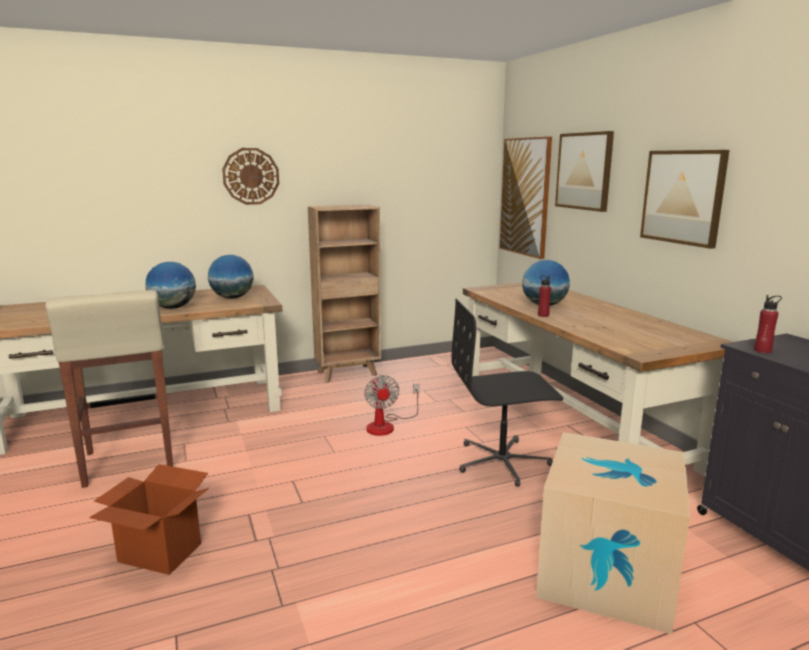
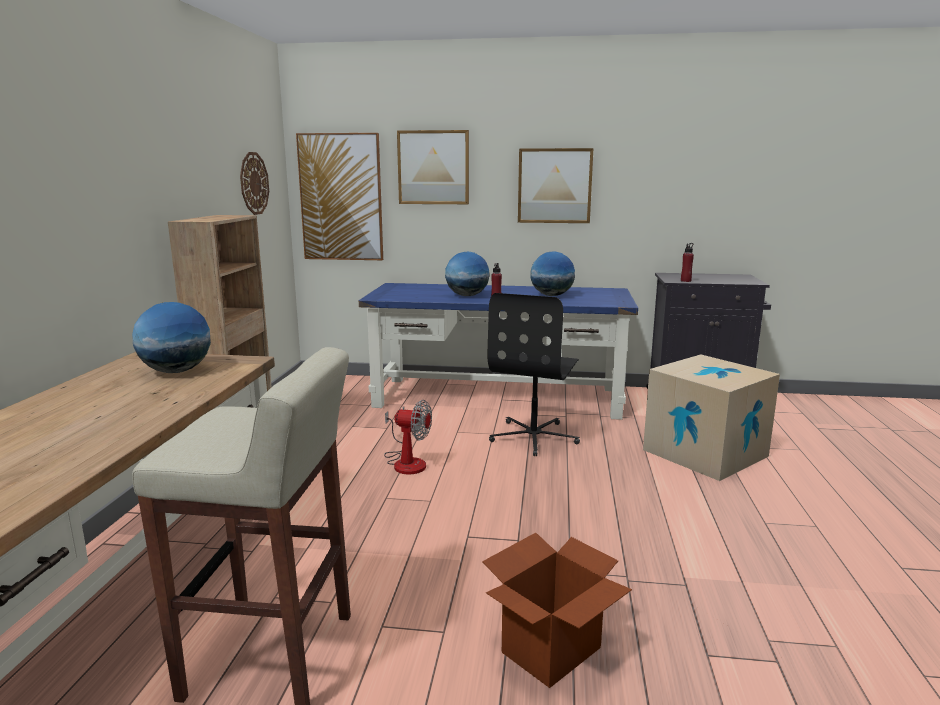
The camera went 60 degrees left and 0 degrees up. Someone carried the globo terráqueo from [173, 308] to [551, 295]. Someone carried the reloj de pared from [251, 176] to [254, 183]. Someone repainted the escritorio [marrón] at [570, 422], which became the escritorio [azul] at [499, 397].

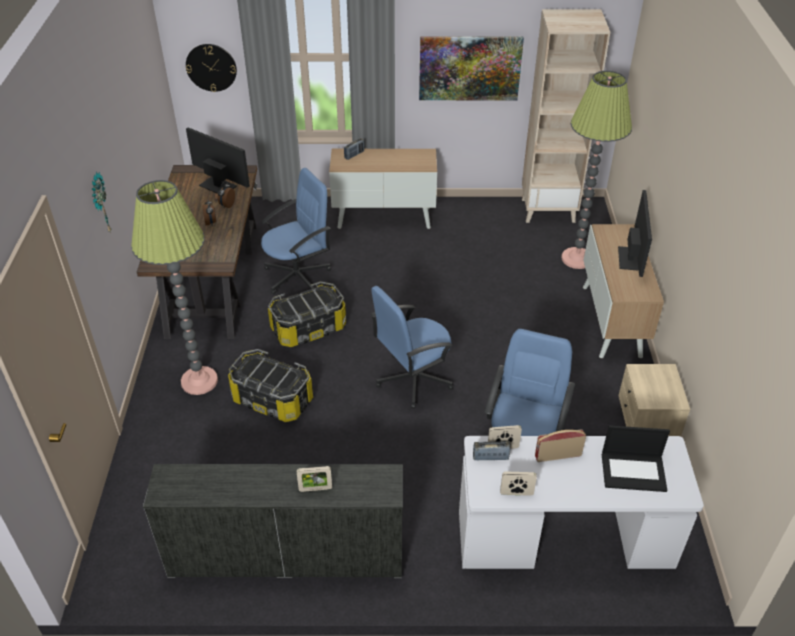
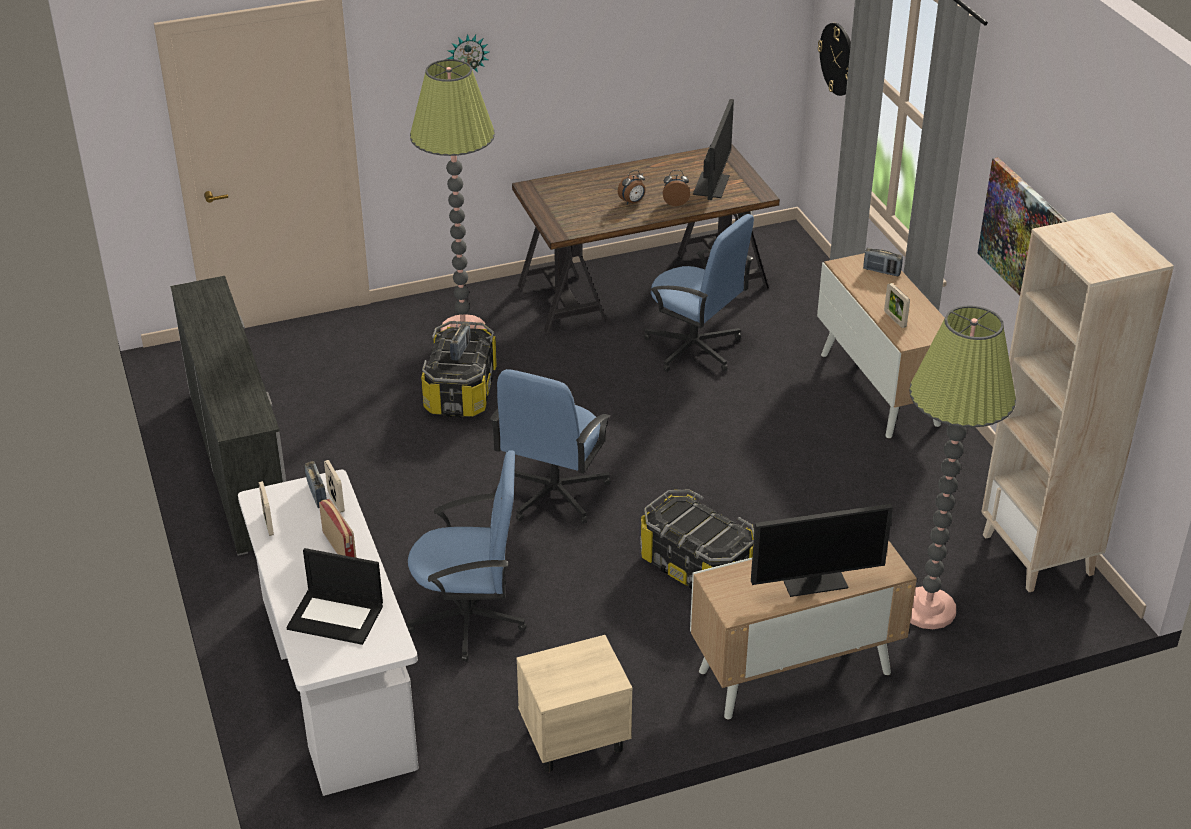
The camera went 70 degrees right and 5 degrees down. Someone put down the radio at [460, 350]. Someone carried the caja de almacenaje from [308, 328] to [698, 566]. Someone carried the portarretratos from [315, 489] to [895, 319]. Someone rotated the silla de oficina [azul] at [412, 379] by 105 degrees counterclockwise. Someone rotated the portátil at [634, 471] by 60 degrees counterclockwise.

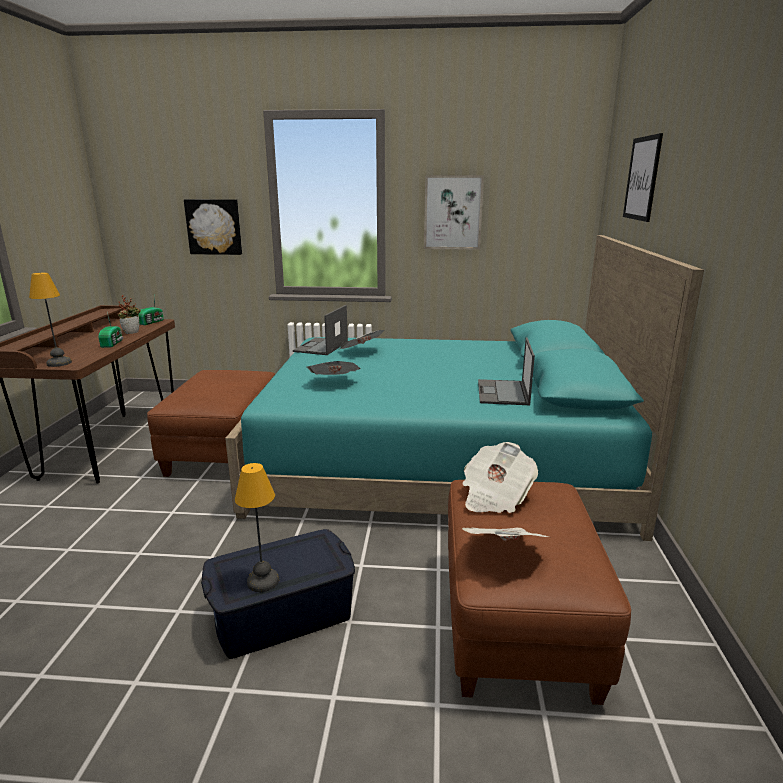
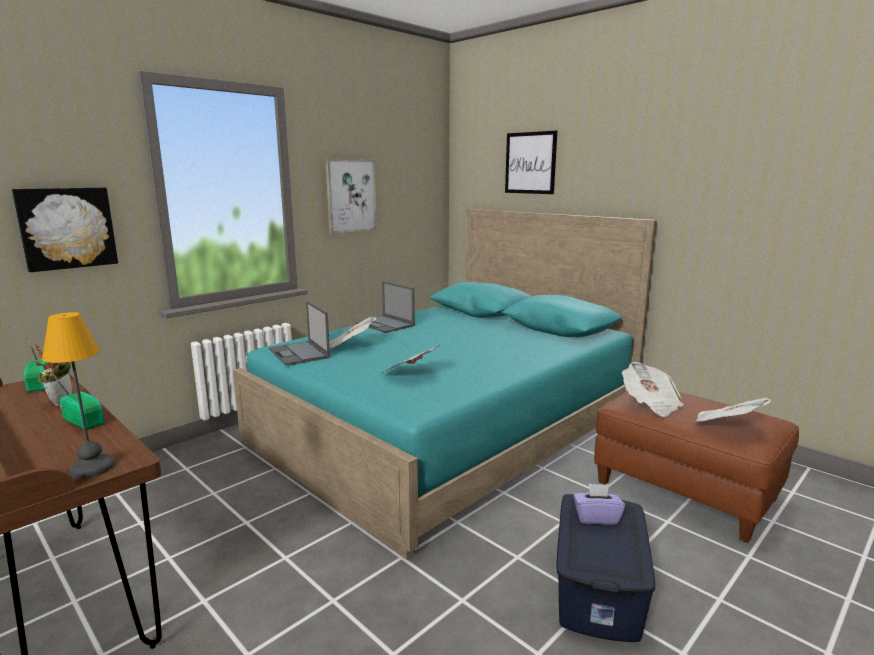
The camera went 50 degrees left and 5 degrees down. Someone took away the puf [marrón] at [224, 452]. Someone took away the lámpara de mesa at [262, 581]. Someone put down the caja de pañuelos [morado] at [596, 517]. Someone carried the portátil from [503, 393] to [385, 324].

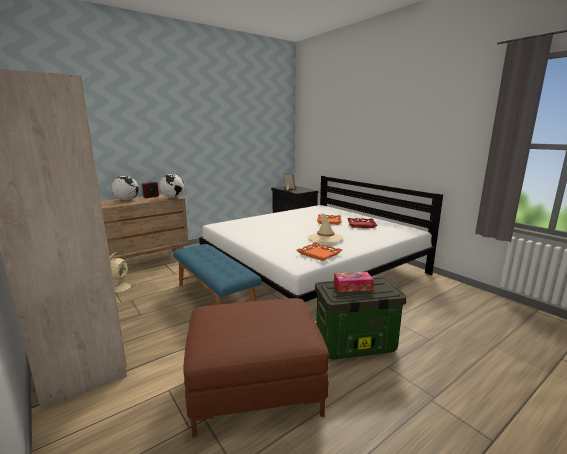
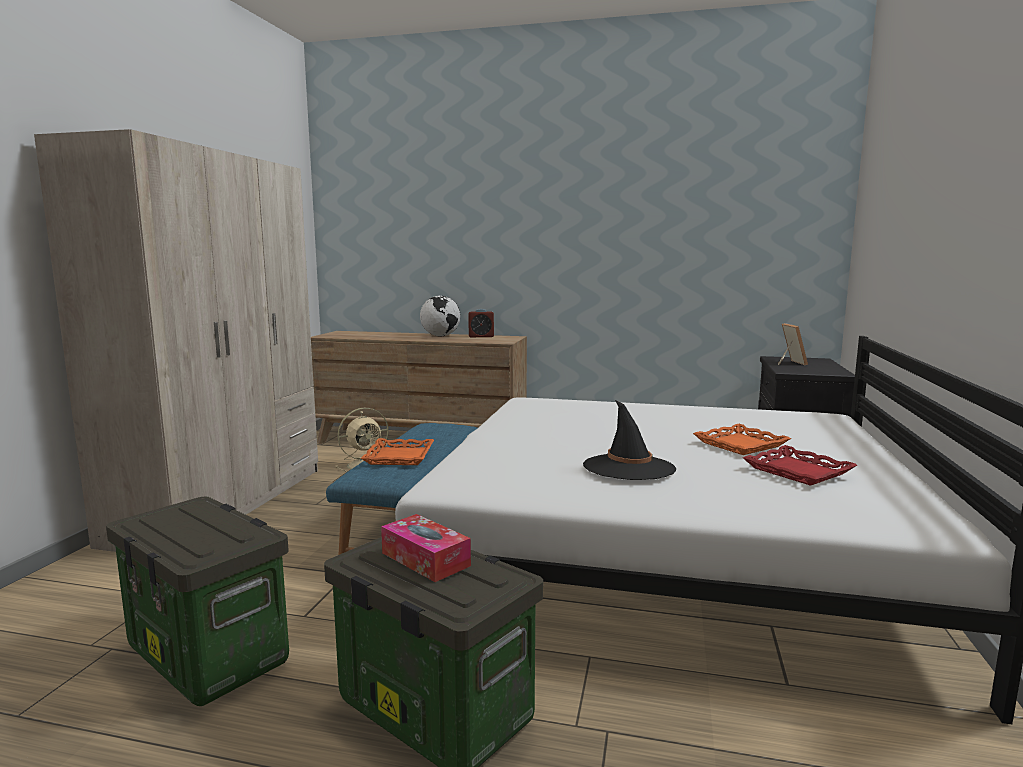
The camera went 50 degrees right and 5 degrees down. Someone took away the globo terráqueo at [173, 197]. Someone carried the bandeja [naranja] from [319, 254] to [400, 457]. Someone swapped the puf [marrón] at [255, 386] for the caja de almacenaje at [210, 656]. Someone repainted the sombrero [beis] at [325, 238], which became the sombrero [negro] at [628, 468].

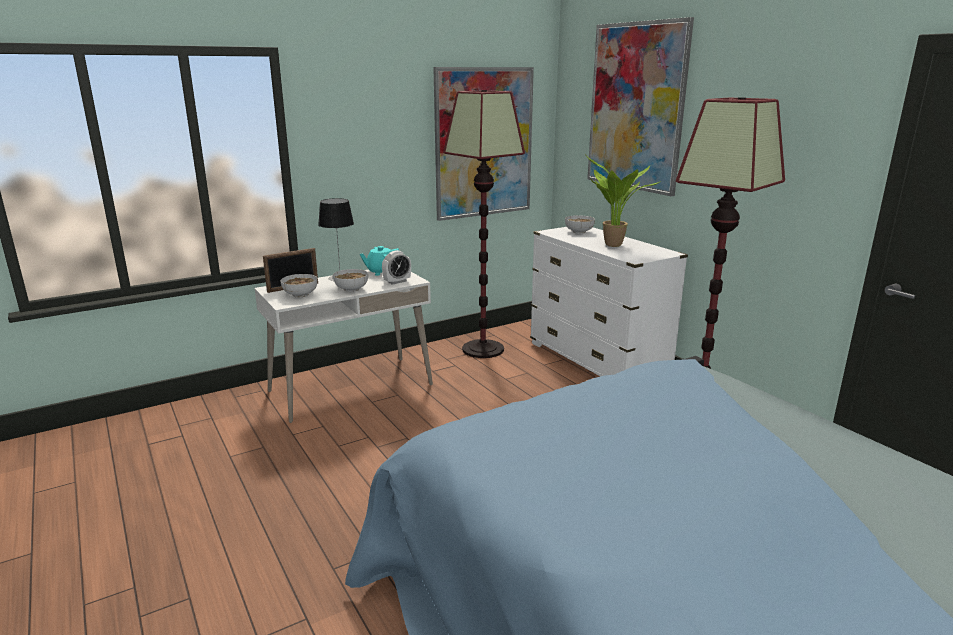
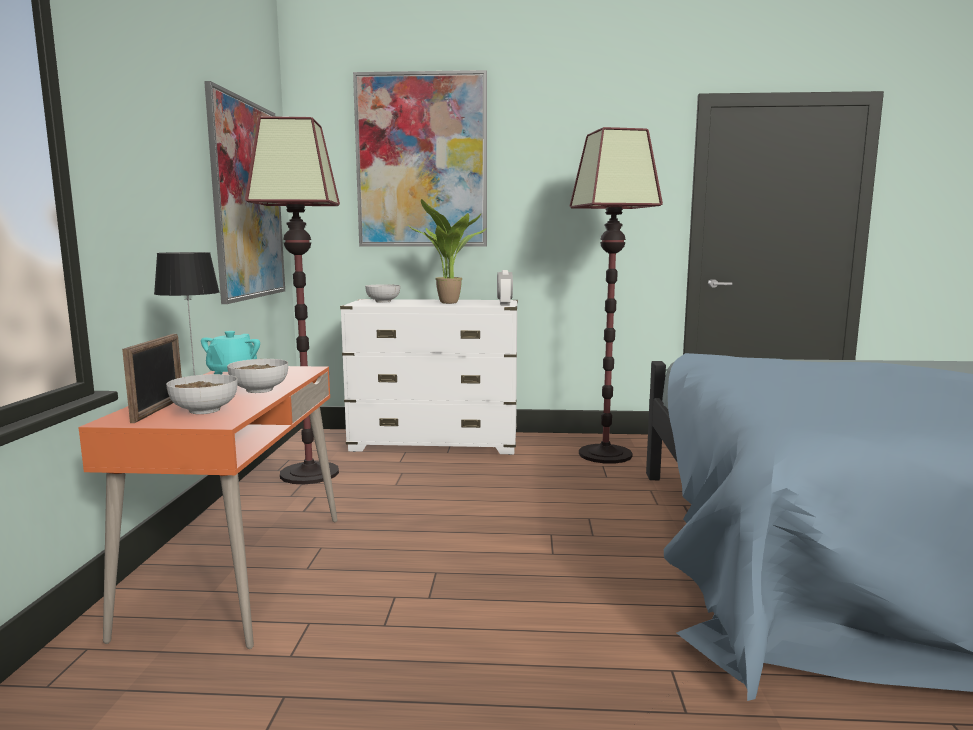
The camera went 55 degrees left and 10 degrees down. Someone carried the despertador from [397, 282] to [504, 304]. Someone repainted the escritorio [blanco] at [351, 388], which became the escritorio [naranja] at [240, 572].

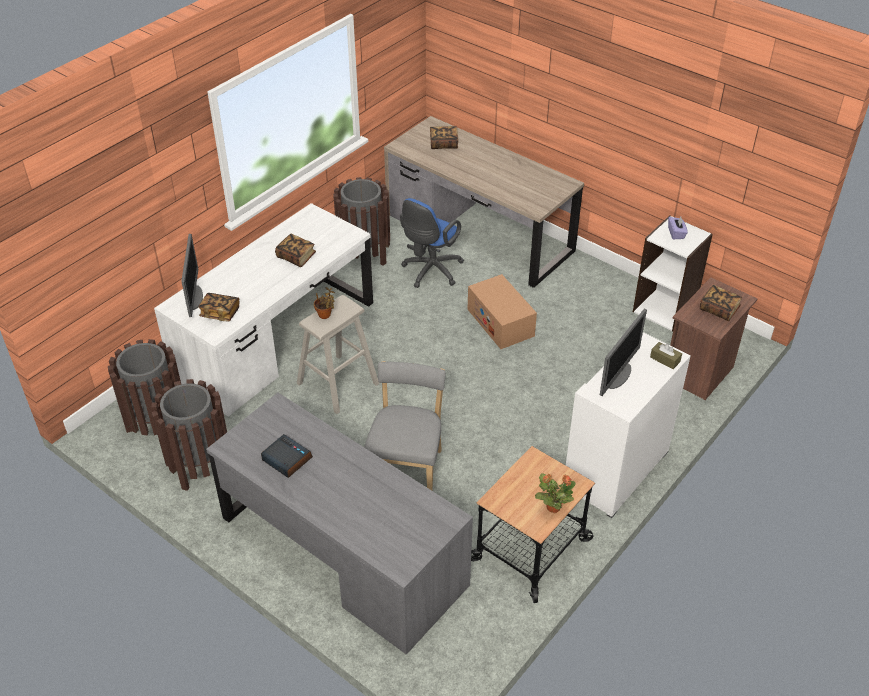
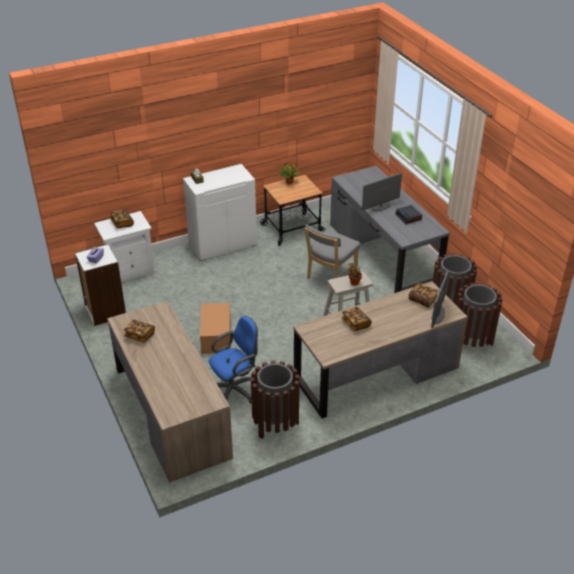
The camera went 155 degrees left and 5 degrees down. Someone carried the libro from [443, 144] to [140, 335]. Someone carried the monitor from [618, 375] to [380, 207]. Someone repainted the escritorio [blanco] at [276, 340], which became the escritorio [marrón] at [376, 373]. Someone repainted the mesita de noche [marrón] at [699, 374], which became the mesita de noche [blanco] at [129, 271].

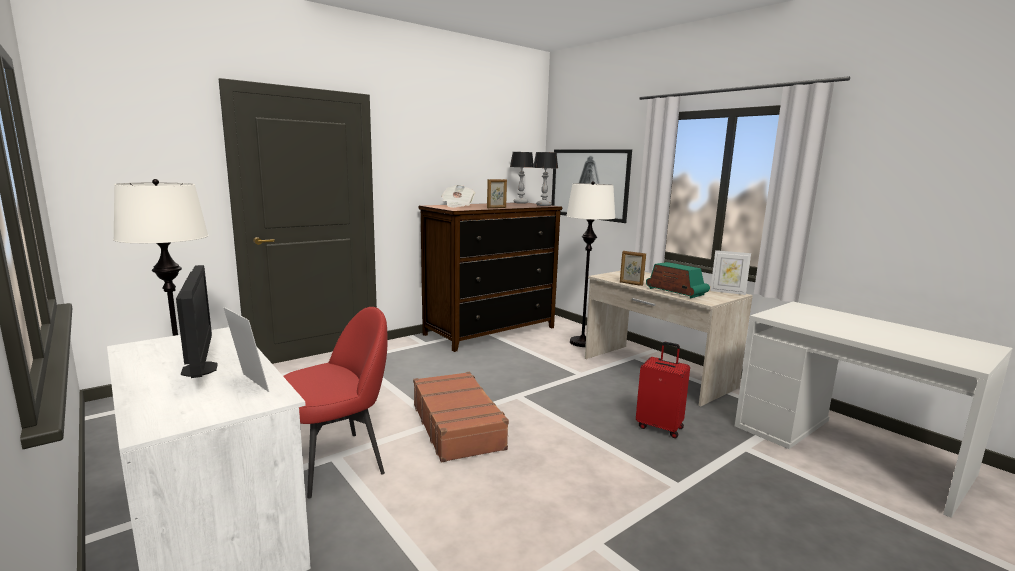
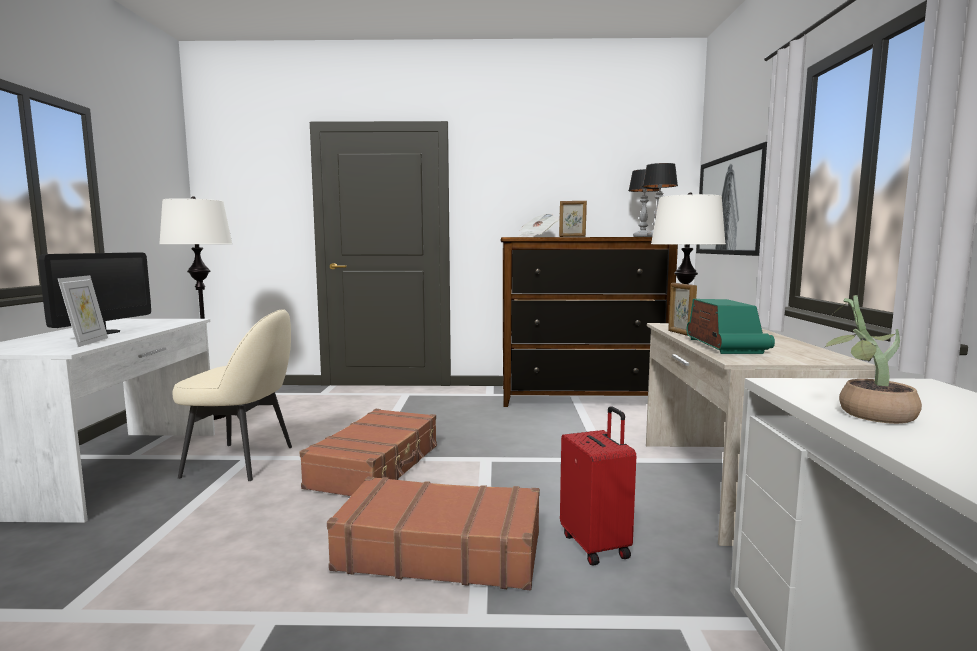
The camera went 40 degrees right and 5 degrees down. Someone took away the portarretratos at [727, 292]. Someone put down the maleta [marrón] at [440, 550]. Someone put down the planta en maceta at [866, 413]. Someone repainted the silla [rojo] at [337, 462], which became the silla [beis] at [242, 461].

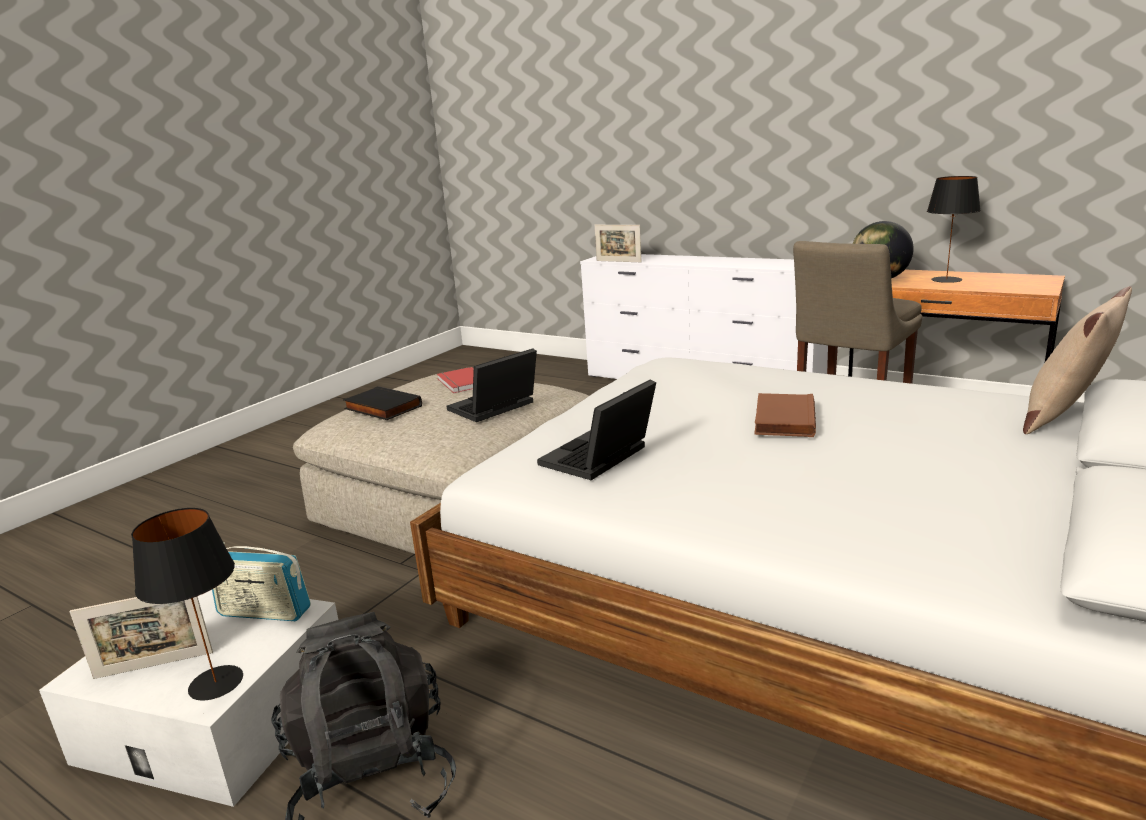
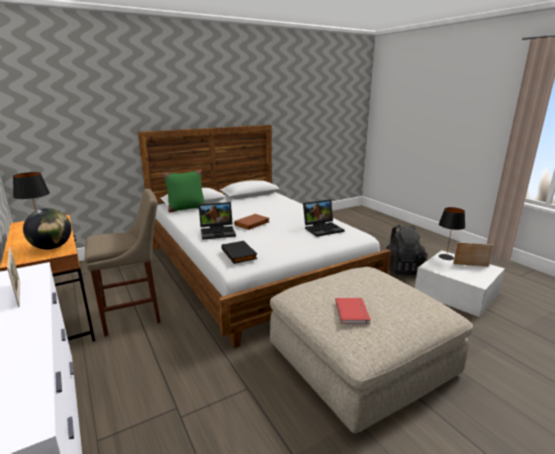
The camera went 155 degrees left and 0 degrees up. Someone took away the radio at [264, 612]. Someone carried the libro [negro] from [381, 408] to [240, 254]. Someone carried the portátil from [493, 408] to [218, 232]. Someone carried the portarretratos from [618, 261] to [19, 293]. Someone repainted the cojín [beis] at [1066, 418], which became the cojín [verde] at [186, 209].

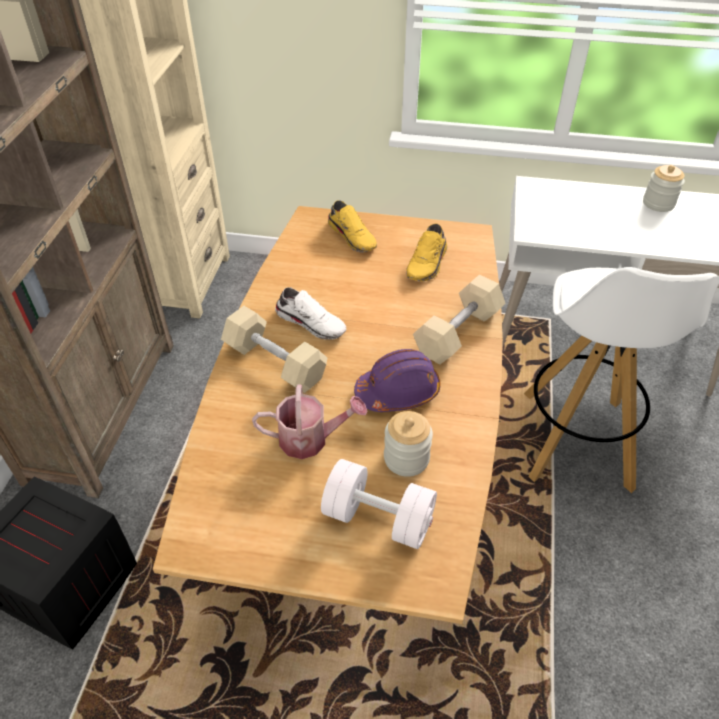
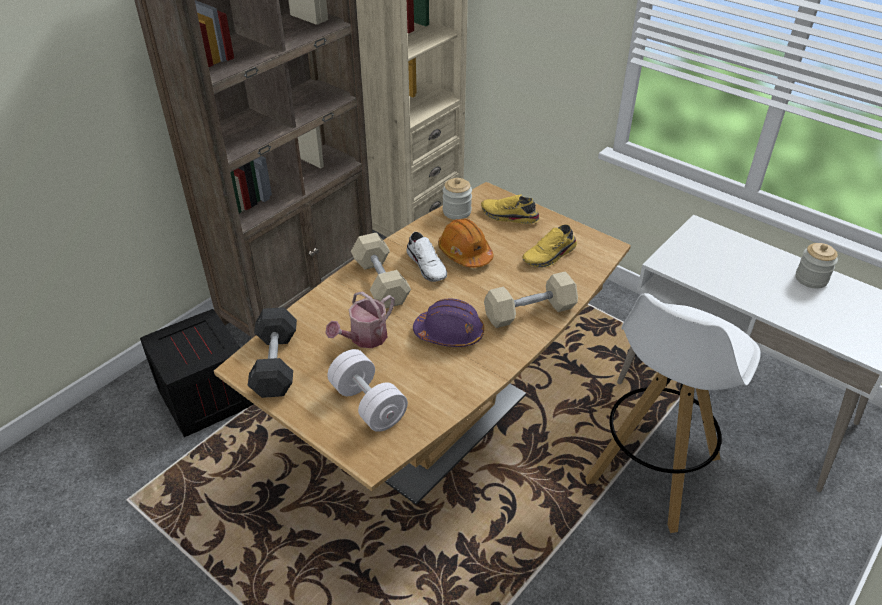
The camera went 30 degrees right and 5 degrees down. Someone put down the mancuerna [gris] at [275, 364]. Someone put down the casco [naranja] at [465, 253]. Someone carried the tarro from [406, 458] to [457, 212]. Someone rotated the regadera at [310, 439] by 105 degrees clockwise. Someone rotated the zapato [amarillo] at [353, 236] by 120 degrees clockwise.

